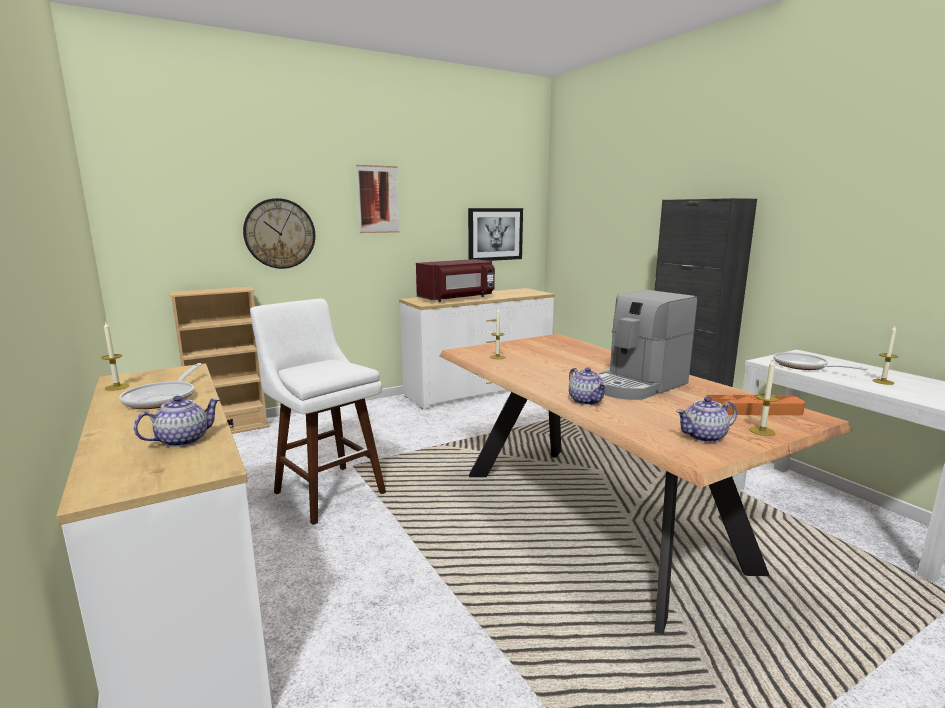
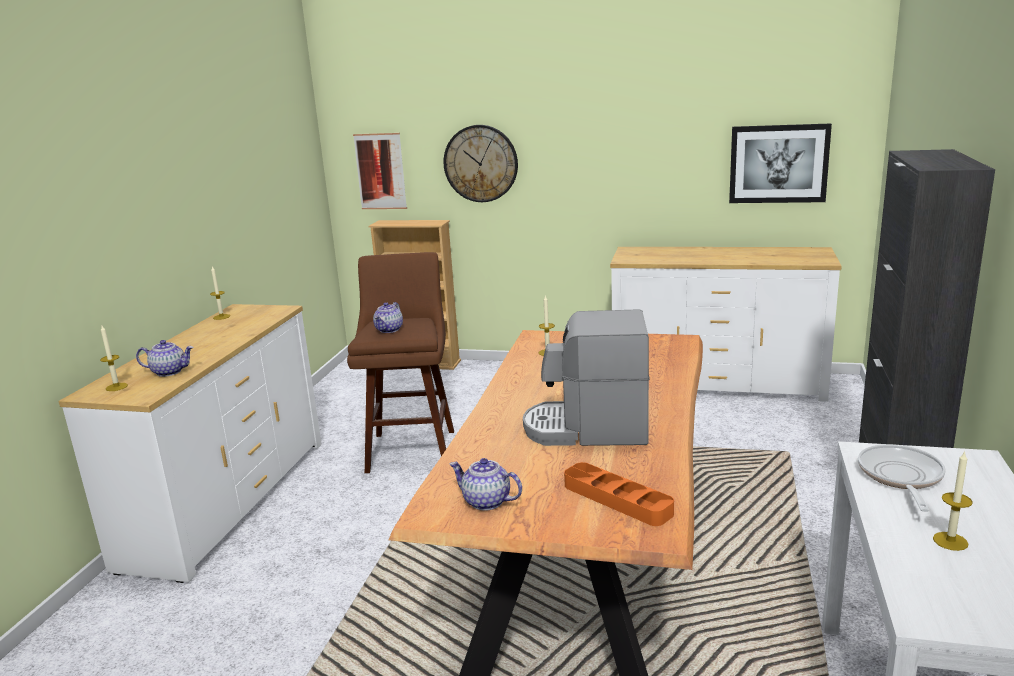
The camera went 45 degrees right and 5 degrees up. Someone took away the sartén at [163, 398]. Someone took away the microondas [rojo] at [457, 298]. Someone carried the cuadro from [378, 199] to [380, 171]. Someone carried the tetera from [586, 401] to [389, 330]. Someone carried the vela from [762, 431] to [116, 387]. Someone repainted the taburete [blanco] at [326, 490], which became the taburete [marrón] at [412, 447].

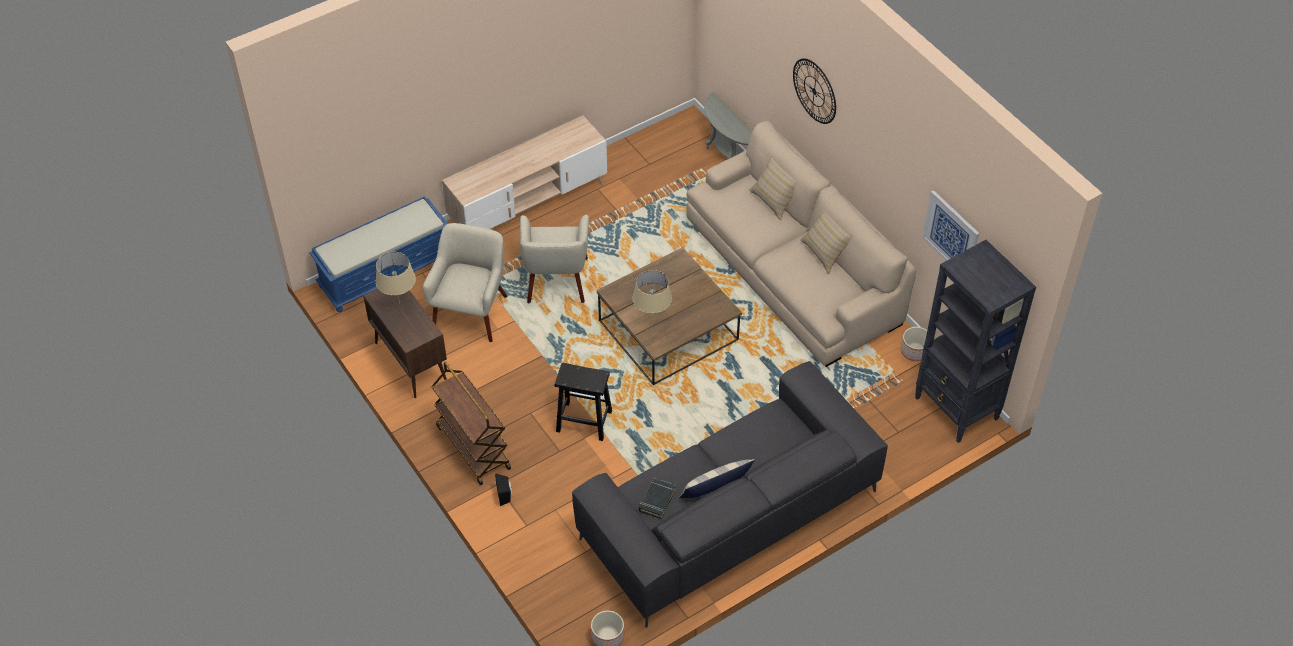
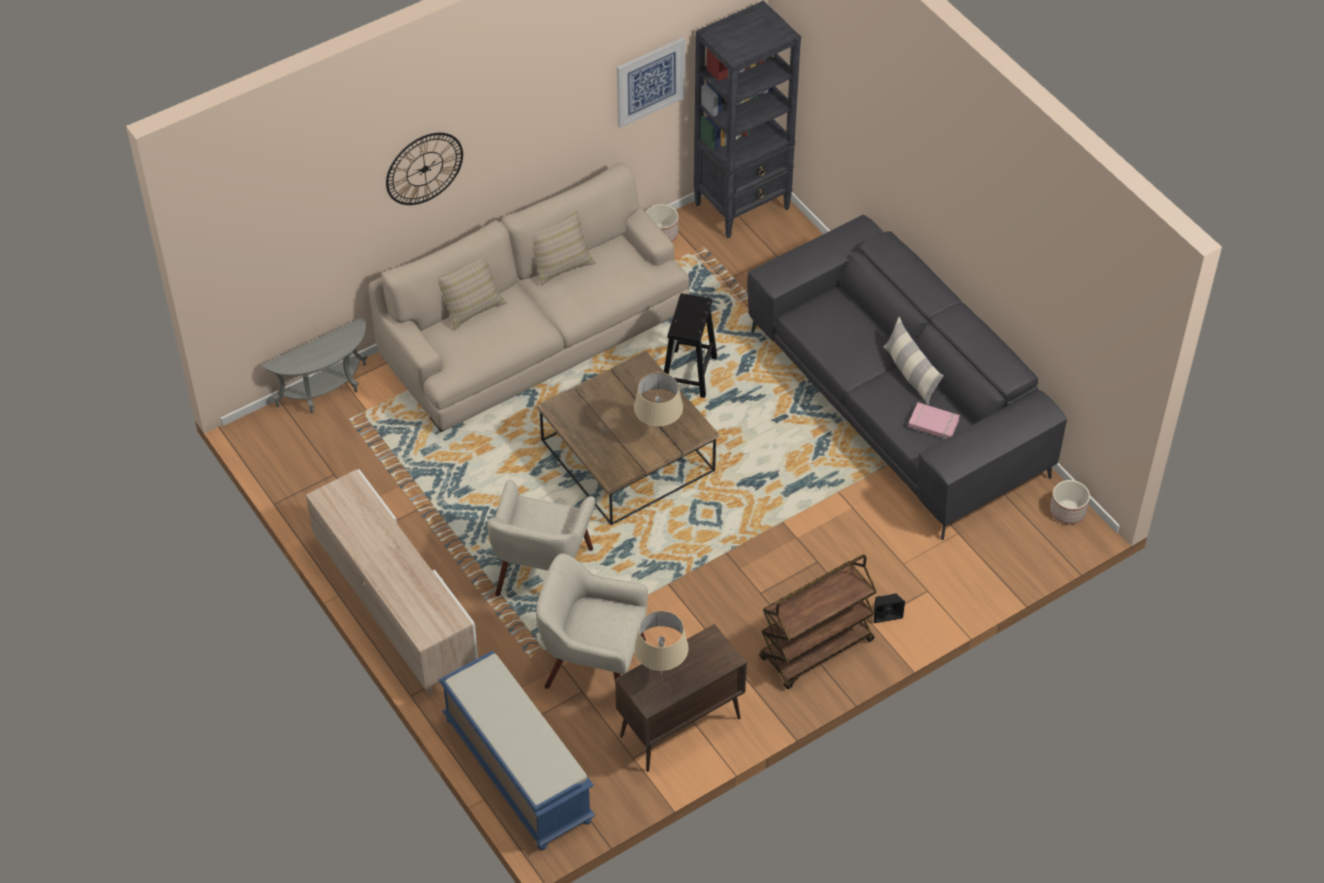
The camera went 90 degrees left and 0 degrees up. Someone carried the taburete [negro] from [583, 421] to [689, 374]. Someone repainted the libro [negro] at [656, 500], which became the libro [rosa] at [933, 424]. Someone rotated the sillón [beis] at [556, 281] by 105 degrees clockwise.

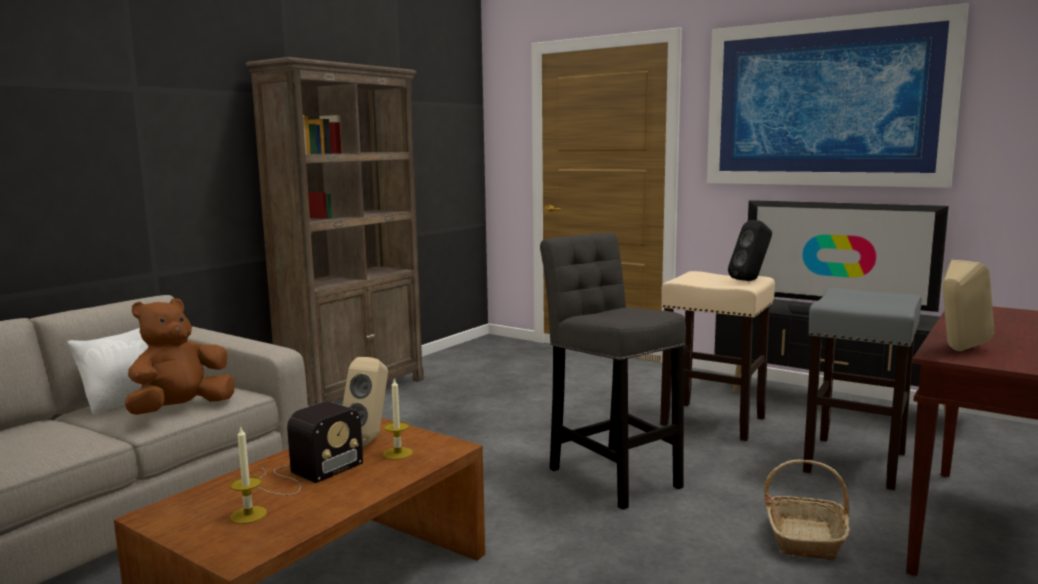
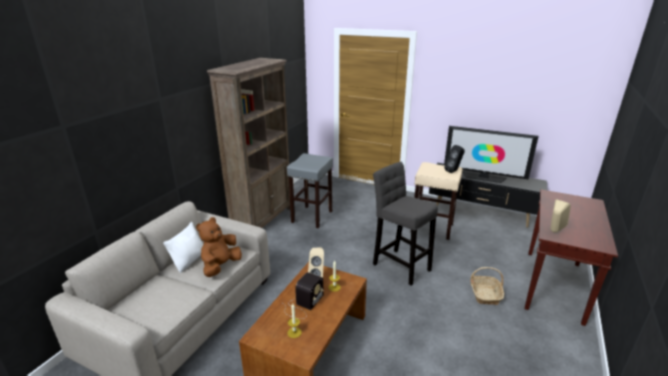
The camera went 10 degrees left and 15 degrees up. Someone took away the cuadro at [825, 103]. Someone carried the taburete [gris] from [855, 463] to [312, 217].

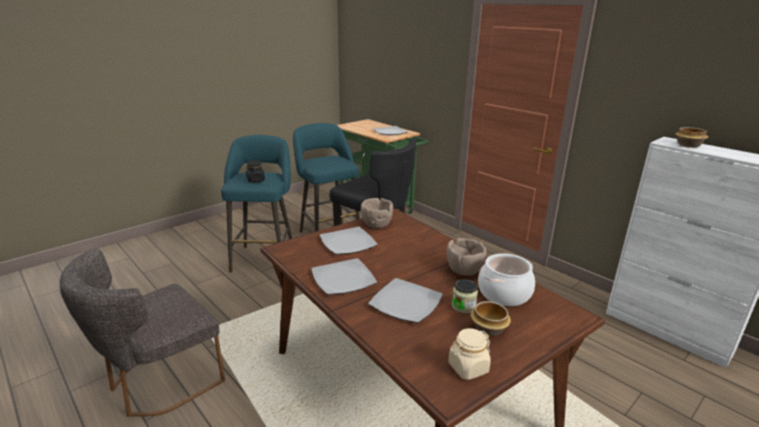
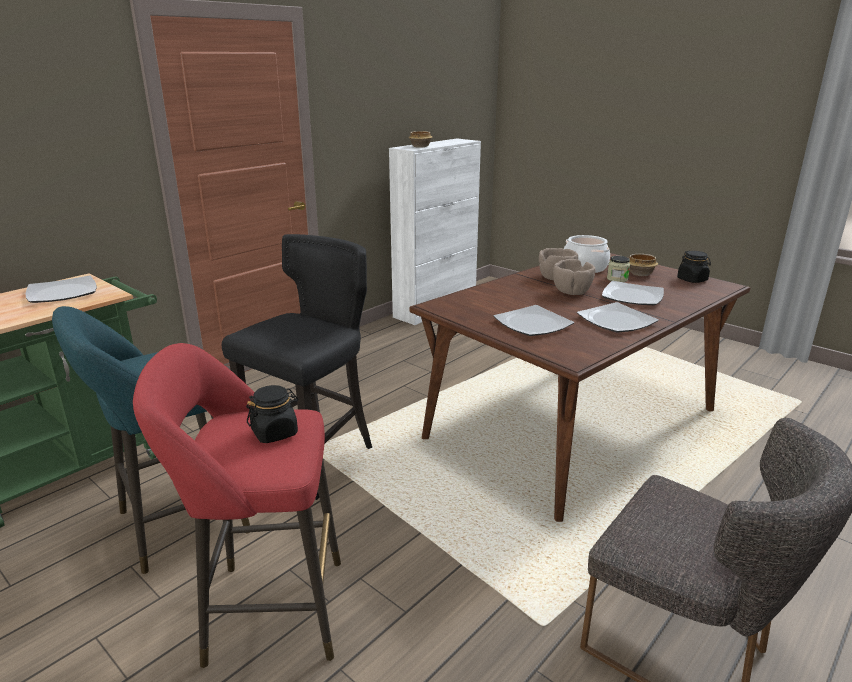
The camera went 95 degrees left and 0 degrees up. Someone carried the cuenco [marrón] from [376, 224] to [571, 292]. Someone repainted the taburete [turquesa] at [264, 257], which became the taburete [rojo] at [266, 610]. Someone repainted the tarro [beis] at [468, 368], which became the tarro [negro] at [692, 280].

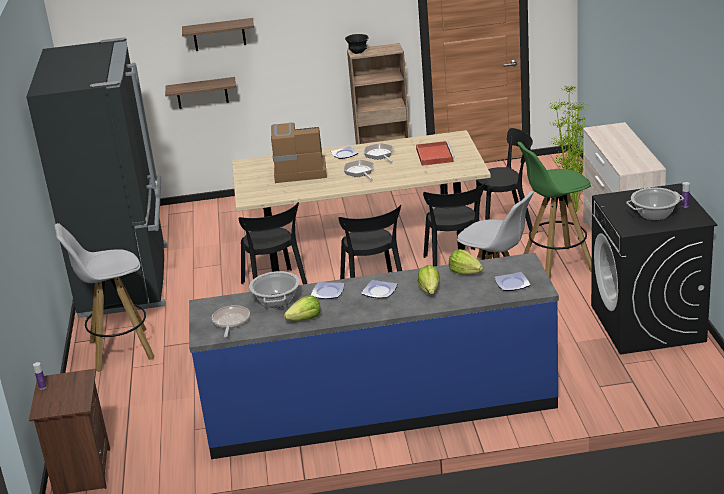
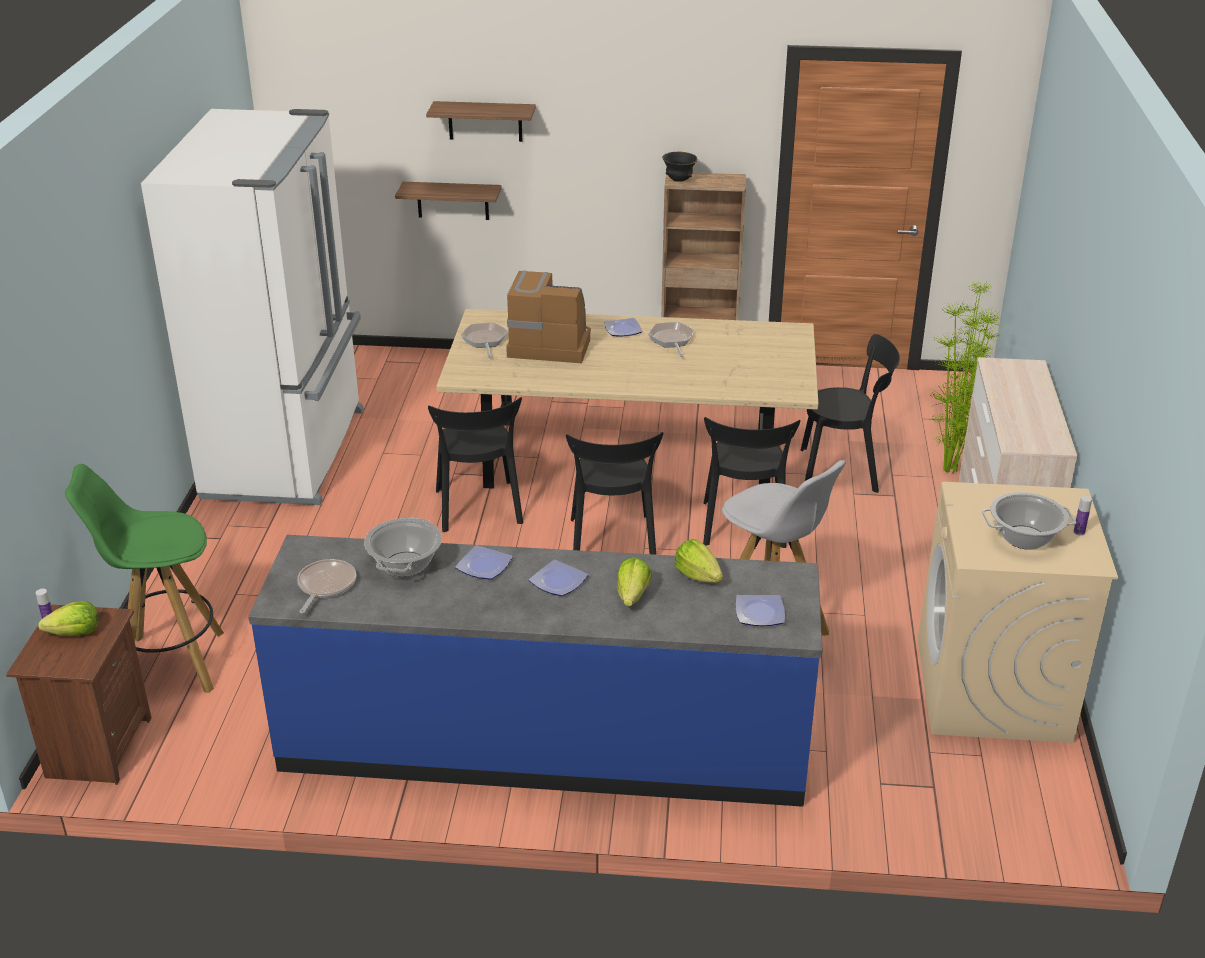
The camera went 10 degrees right and 5 degrees up. Someone took away the taburete [blanco] at [120, 350]. Someone took away the bandeja [rojo] at [434, 155]. Someone carried the lechuga from [305, 319] to [75, 633]. Someone carried the sartén from [360, 172] to [485, 341]. Someone carried the taburete [verde] from [556, 265] to [170, 664]. Someone repainted the nevera [negro] at [127, 280], which became the nevera [blanco] at [288, 453]. Someone repainted the lavadora [negro] at [648, 324], which became the lavadora [beis] at [993, 690].

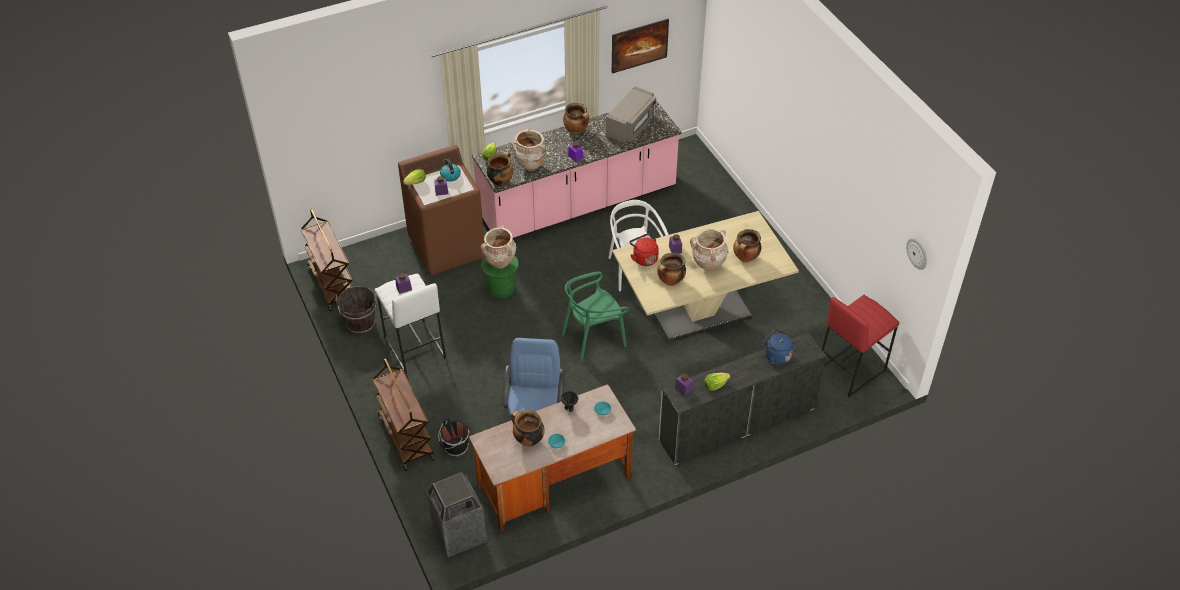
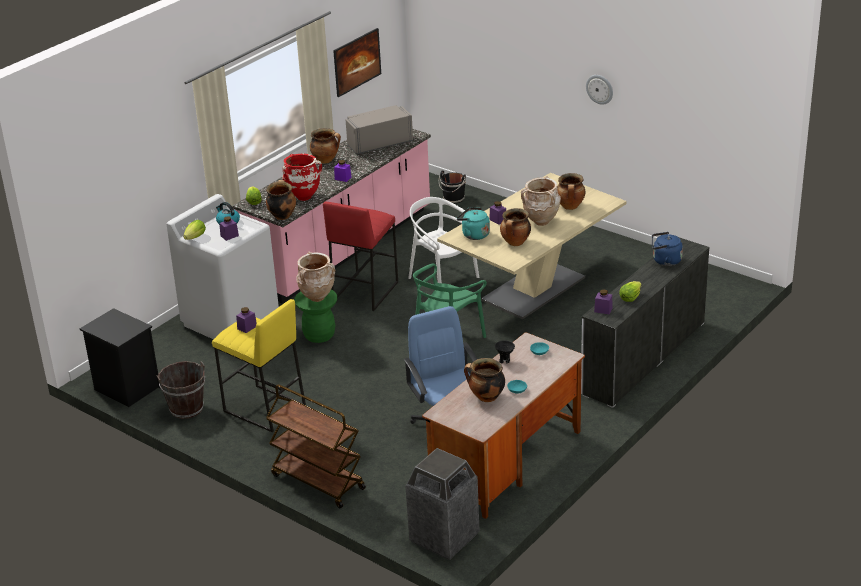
The camera went 25 degrees left and 15 degrees down. Someone carried the cubo [negro] from [455, 448] to [453, 199]. Someone carried the taburete [rojo] from [850, 369] to [364, 292]. Someone carried the reloj de pared from [917, 253] to [600, 89]. Someone swapped the carrito [marrón] at [332, 284] for the mesita de noche [negro] at [125, 388]. Someone repainted the taburete [blanco] at [414, 348], which became the taburete [amarillo] at [264, 409]. Someone repainted the lavadora [marrón] at [447, 247], which became the lavadora [blanco] at [231, 321]. Someone repainted the florero [beis] at [530, 167], which became the florero [rojo] at [303, 198]. Someone repainted the hervidor [rojo] at [644, 258], which became the hervidor [turquesa] at [474, 234]. Someone rotated the microondas [gris] at [631, 127] by 120 degrees counterclockwise.

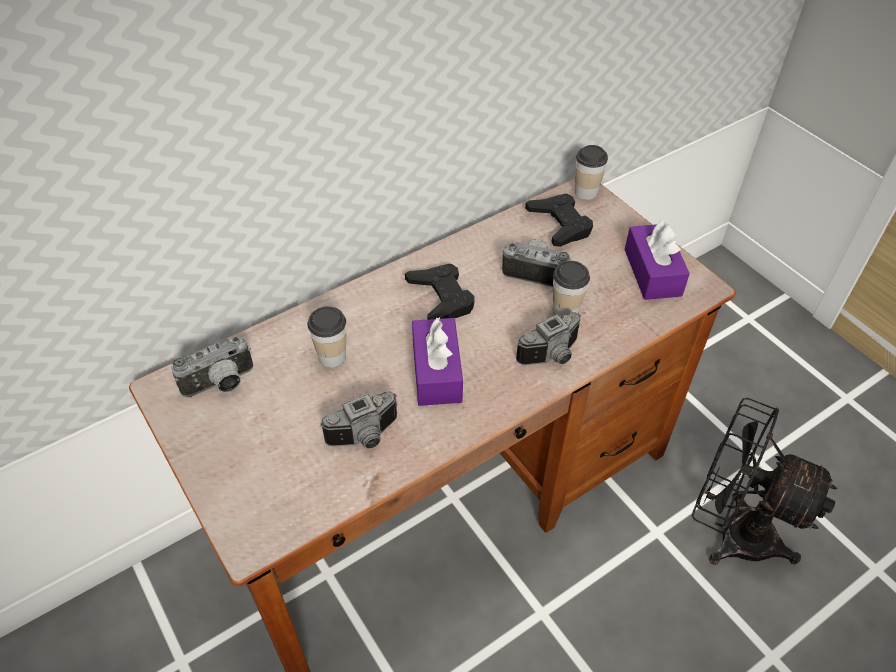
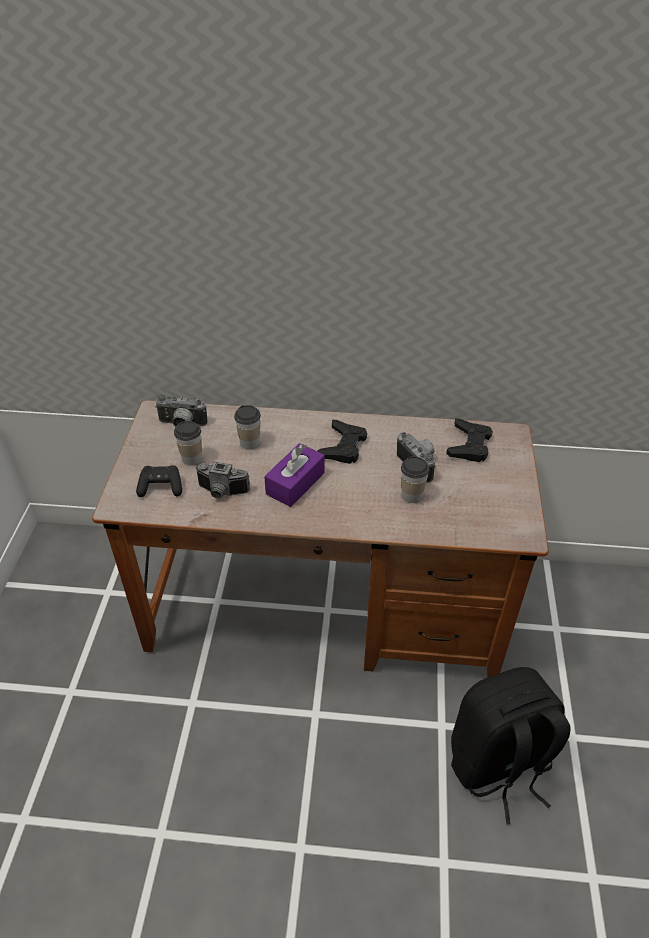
The camera went 40 degrees right and 5 degrees down. Someone took away the cámara at [553, 356]. Someone took away the caja de pañuelos [morado] at [652, 272]. Someone put down the mando de consola [negro] at [161, 487]. Someone carried the taza from [586, 192] to [192, 458]. Someone swapped the ventilador [negro] at [731, 531] for the mochila [negro] at [498, 765].

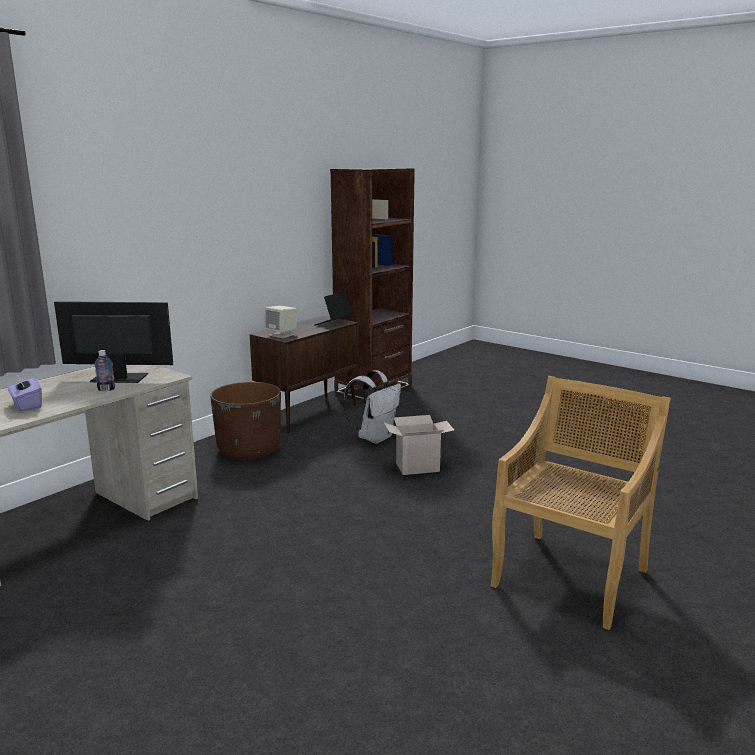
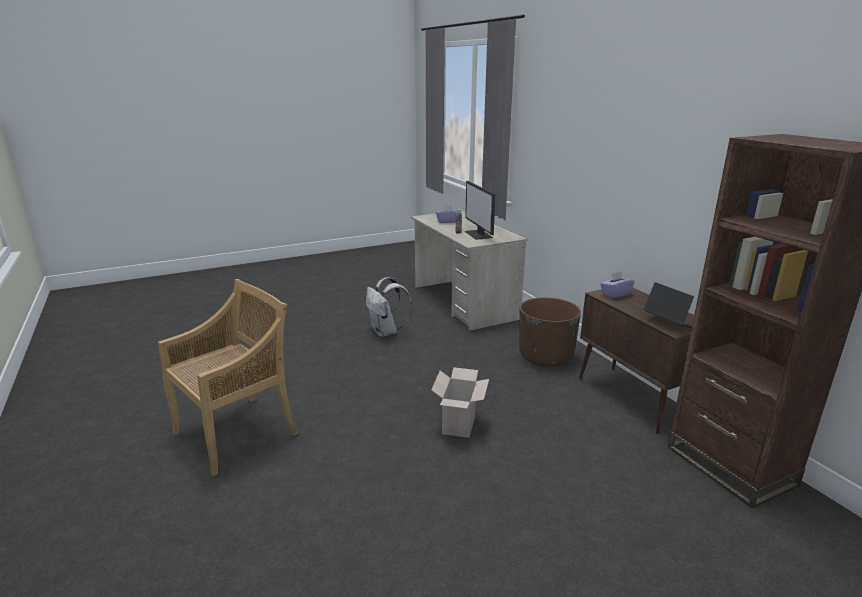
The camera went 115 degrees right and 5 degrees up. Someone carried the mochila [blanco] from [375, 437] to [386, 332]. Someone swapped the altavoz [beis] at [282, 335] for the caja de pañuelos [morado] at [615, 294]. Someone rotated the monitor at [118, 378] by 135 degrees clockwise. Someone rotated the silla [beis] at [570, 576] by 105 degrees counterclockwise.

